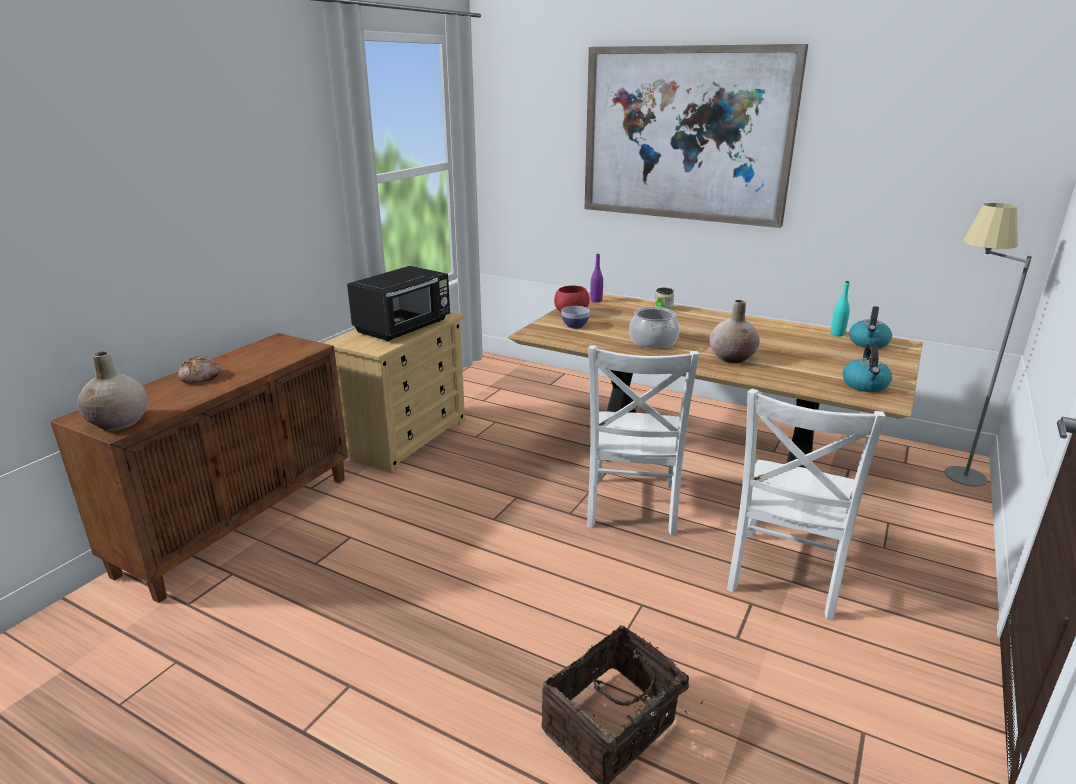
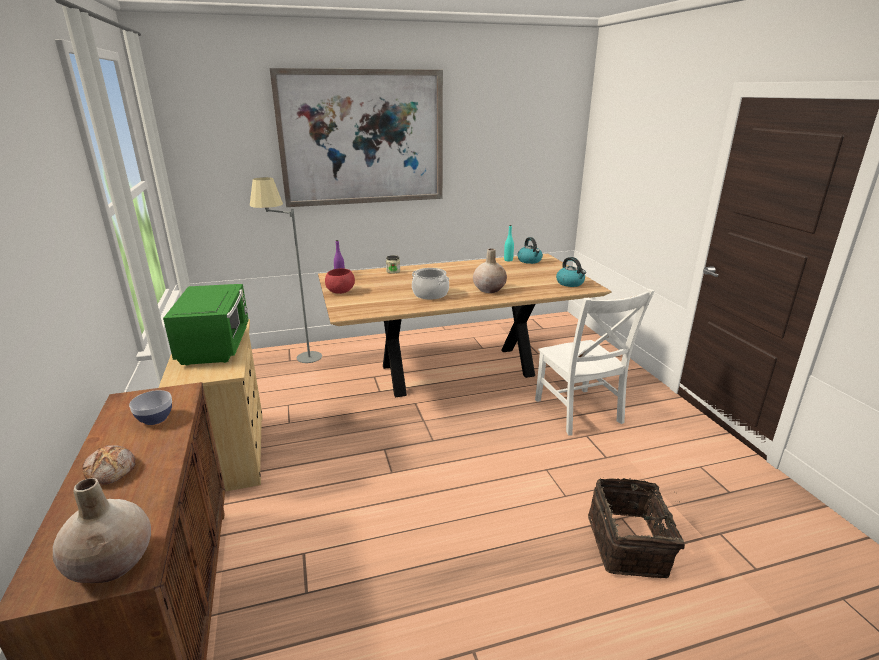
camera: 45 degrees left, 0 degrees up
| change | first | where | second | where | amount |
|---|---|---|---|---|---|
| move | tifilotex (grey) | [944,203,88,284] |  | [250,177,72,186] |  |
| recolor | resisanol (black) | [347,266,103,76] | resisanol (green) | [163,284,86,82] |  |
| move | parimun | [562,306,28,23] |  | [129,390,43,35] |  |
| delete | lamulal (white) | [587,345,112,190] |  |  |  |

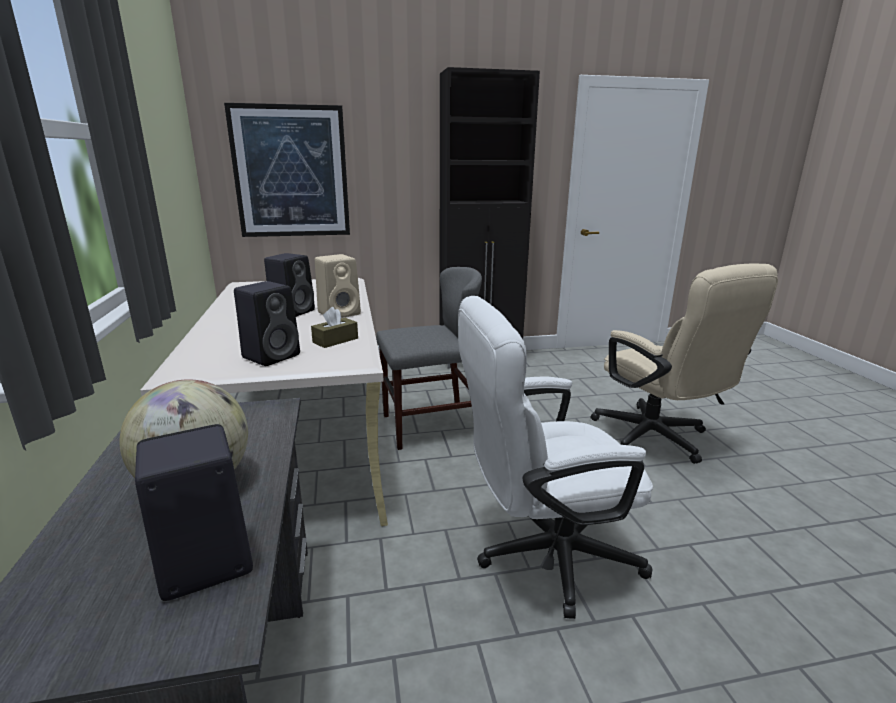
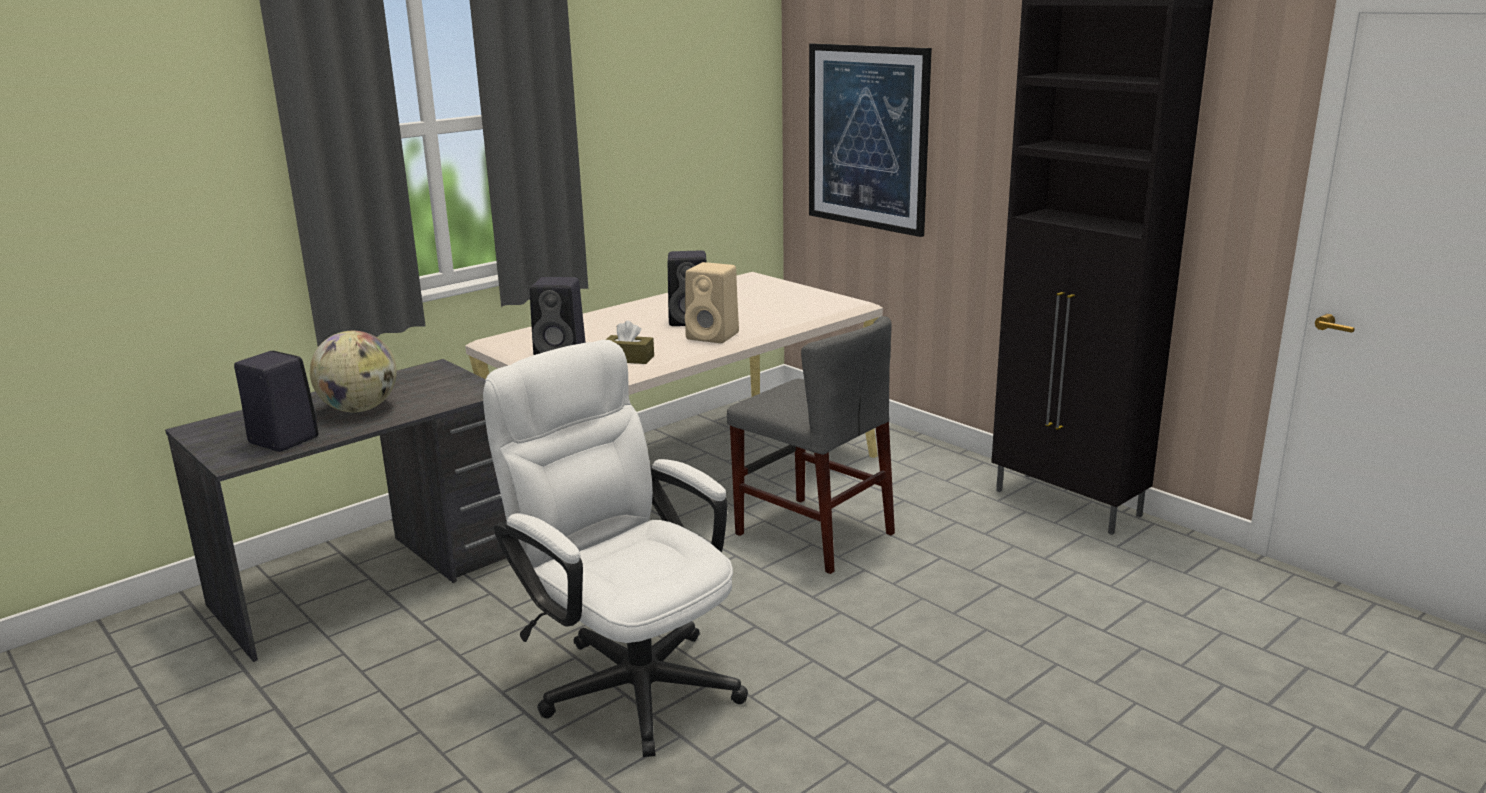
camera: 60 degrees right, 0 degrees up
| change | first | where | second | where | amount |
|---|---|---|---|---|---|
| delete | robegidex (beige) | [591,263,187,201] |  |  |  |

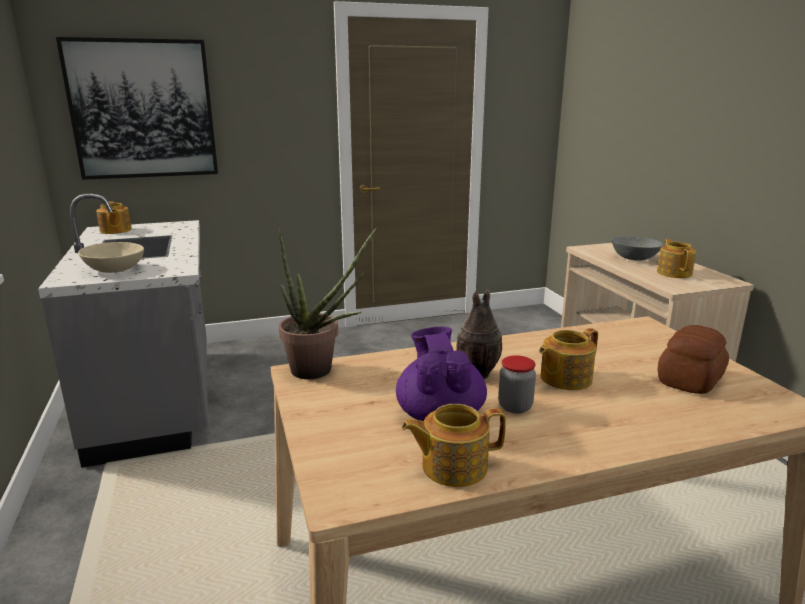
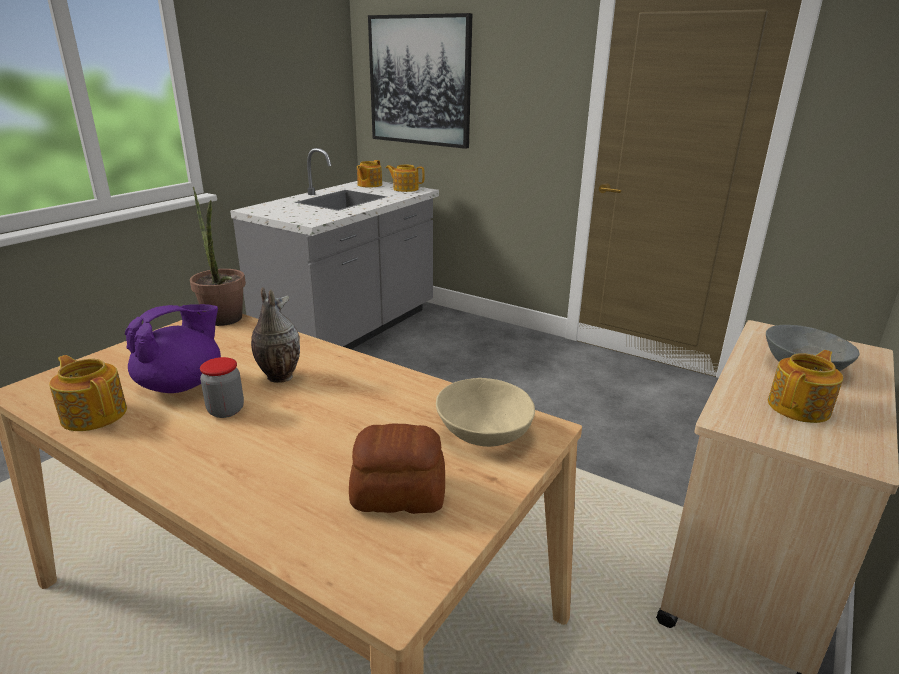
camera: 50 degrees right, 5 degrees up
| change | first | where | second | where | amount |
|---|---|---|---|---|---|
| move | parimun (beige) | [78,242,66,31] |  | [436,378,99,69] |  |
| move | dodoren | [539,328,59,62] |  | [386,165,39,27] |  |

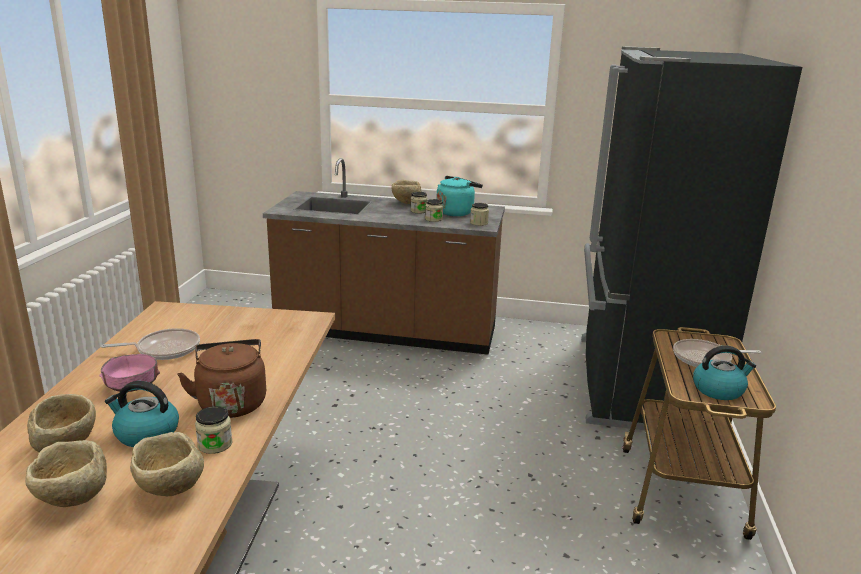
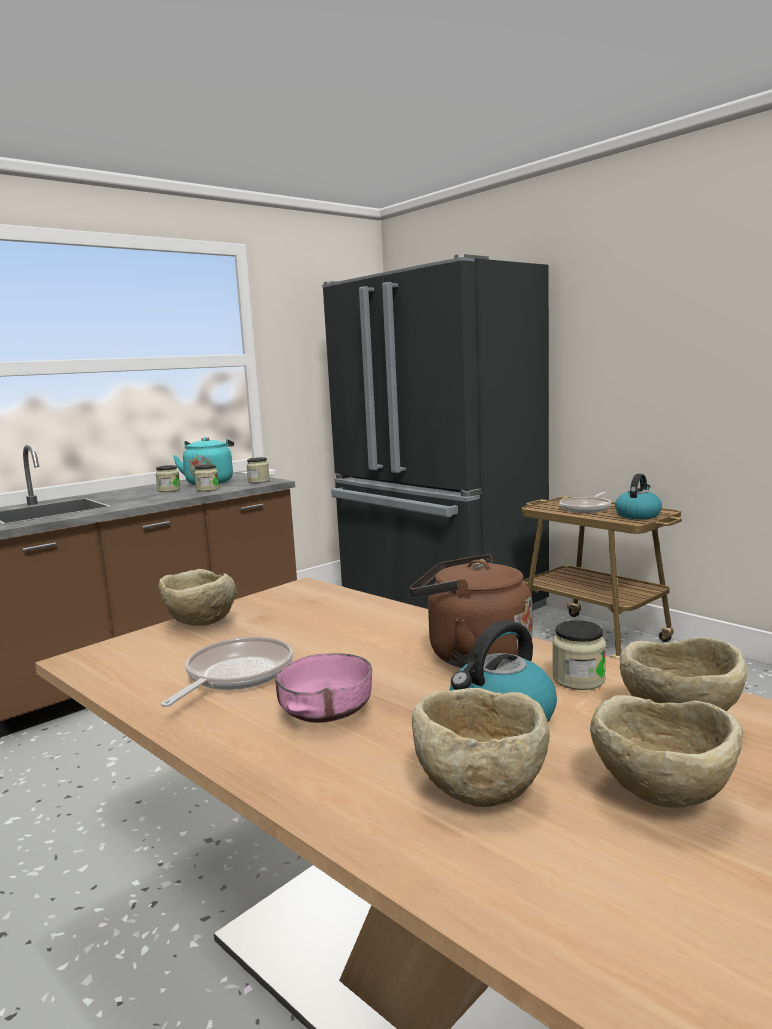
camera: 50 degrees left, 10 degrees down
| change | first | where | second | where | amount |
|---|---|---|---|---|---|
| move | parimun (beige) | [392,180,29,24] |  | [158,569,79,57] |  |

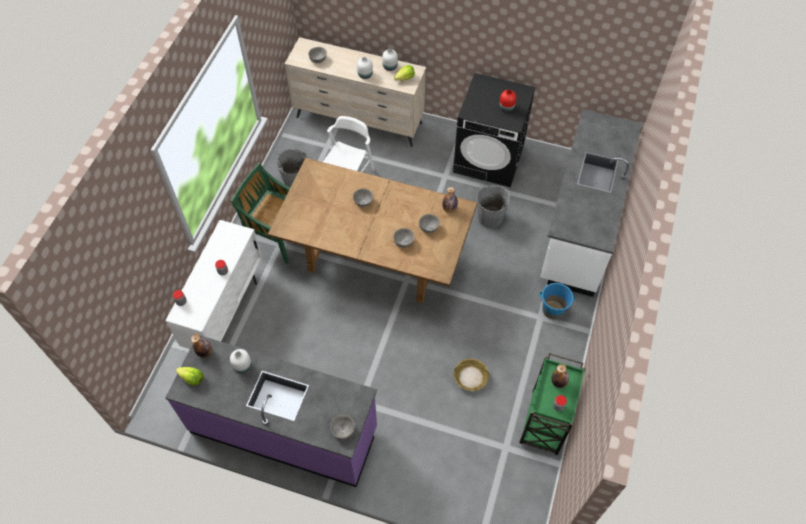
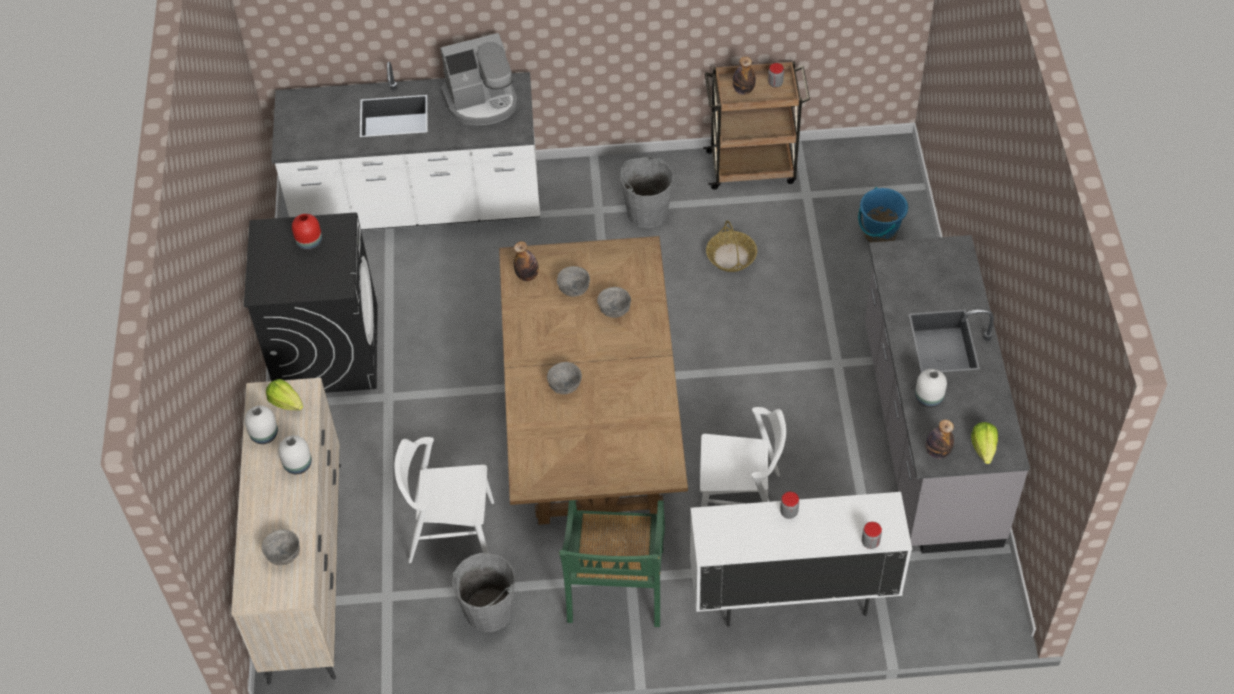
camera: 110 degrees left, 5 degrees down
| change | first | where | second | where | amount |
|---|---|---|---|---|---|
| move | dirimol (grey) | [477,185,33,43] |  | [620,157,54,71] |  |
| move | dirimol (blue) | [539,283,36,36] |  | [858,187,50,56] |  |
| recolor | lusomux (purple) | [165,335,212,152] | lusomux (grey) | [865,235,165,318] |  |
| recolor | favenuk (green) | [519,353,67,102] | favenuk (brown) | [703,61,107,129] |  |
| delete | parimun (grey) | [330,415,25,24] |  |  |  |
| insert |  |  | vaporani | [441,33,77,92] |  |
| insert |  |  | lamulal (white) | [700,407,86,100] |  |

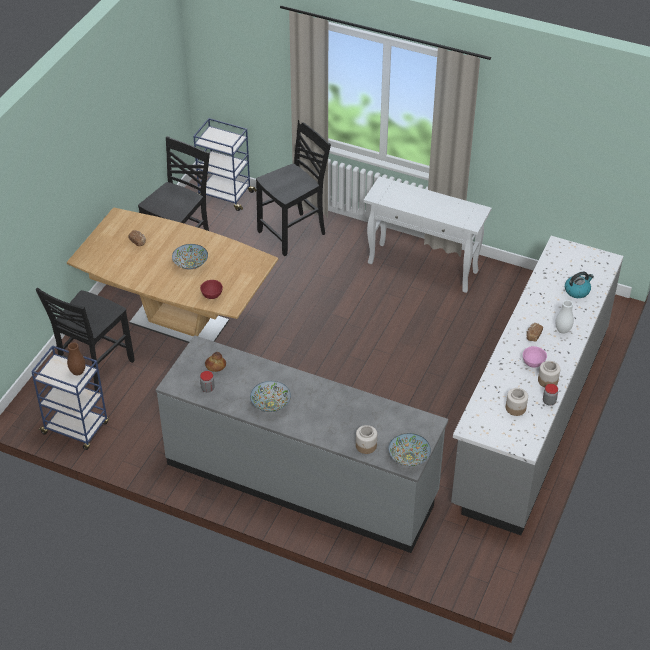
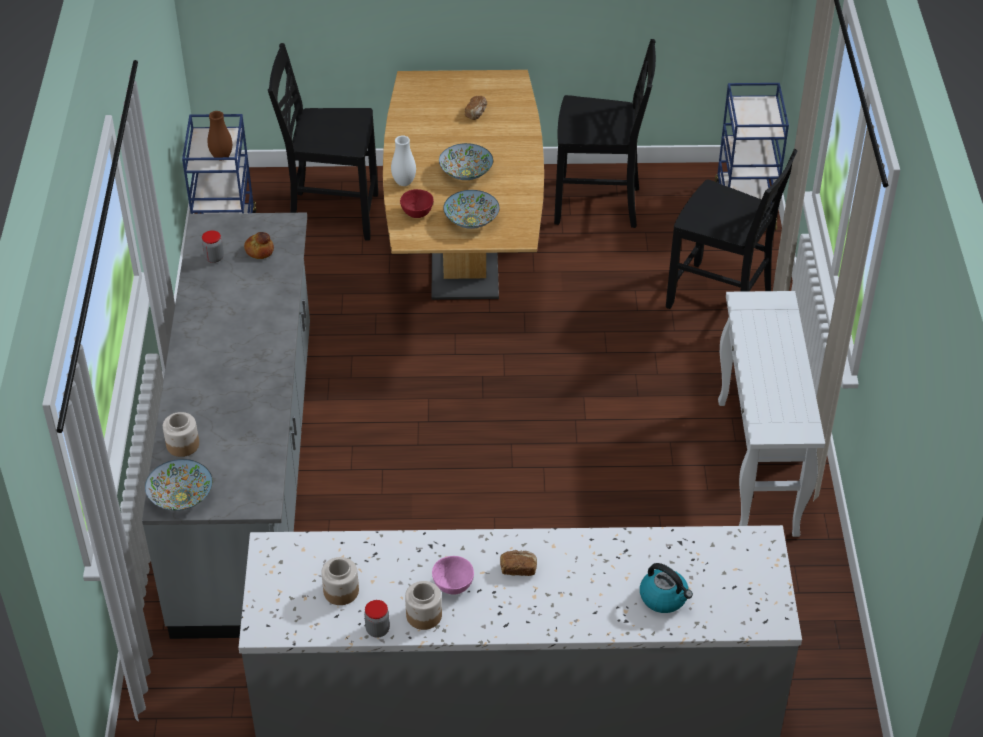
camera: 65 degrees right, 0 degrees up
| change | first | where | second | where | amount |
|---|---|---|---|---|---|
| move | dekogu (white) | [555,300,19,34] |  | [391,135,25,51] |  |
| move | parimun | [250,381,41,31] |  | [443,190,56,39] |  |

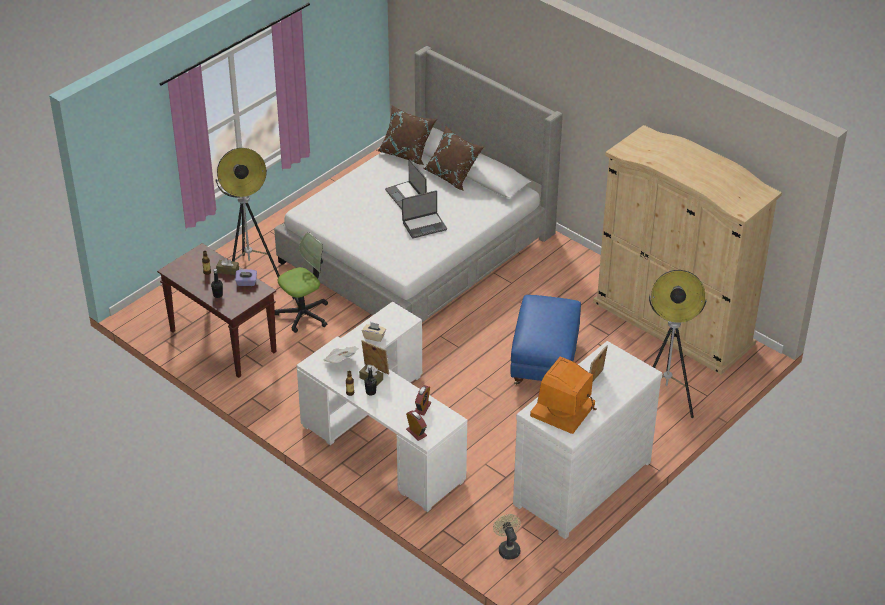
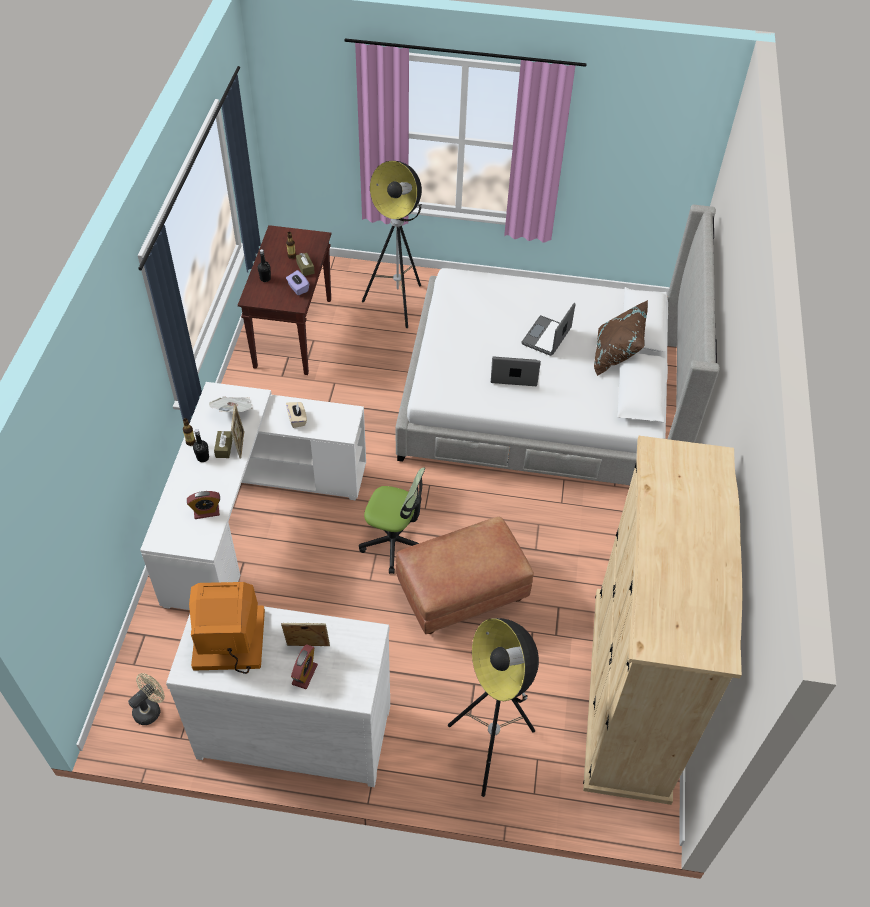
camera: 55 degrees right, 10 degrees up
| change | first | where | second | where | amount |
|---|---|---|---|---|---|
| delete | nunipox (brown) | [377,106,60,59] |  |  |  |
| rotate | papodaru | [402,190,45,48] |  | [491,356,50,30] | 150 degrees clockwise |
| move | robegidex | [275,232,53,101] |  | [359,467,66,107] |  |
| recolor | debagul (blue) | [510,295,71,90] | debagul (brown) | [396,517,138,117] |  |
| move | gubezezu | [406,411,21,30] |  | [291,644,27,45] |  |

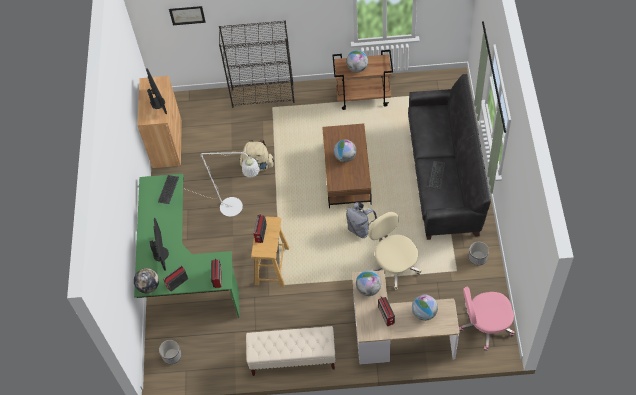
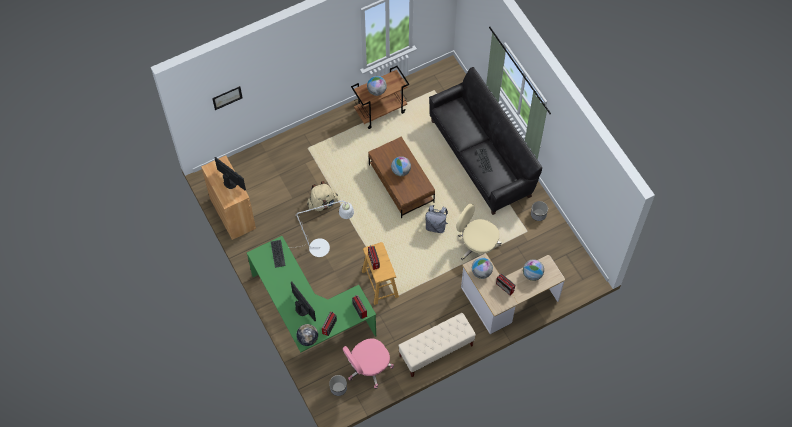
camera: 30 degrees left, 5 degrees up
| change | first | where | second | where | amount |
|---|---|---|---|---|---|
| delete | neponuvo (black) | [219,20,76,88] |  |  |  |
| move | robegidex (pink) | [459,287,56,64] |  | [343,338,51,51] |  |

